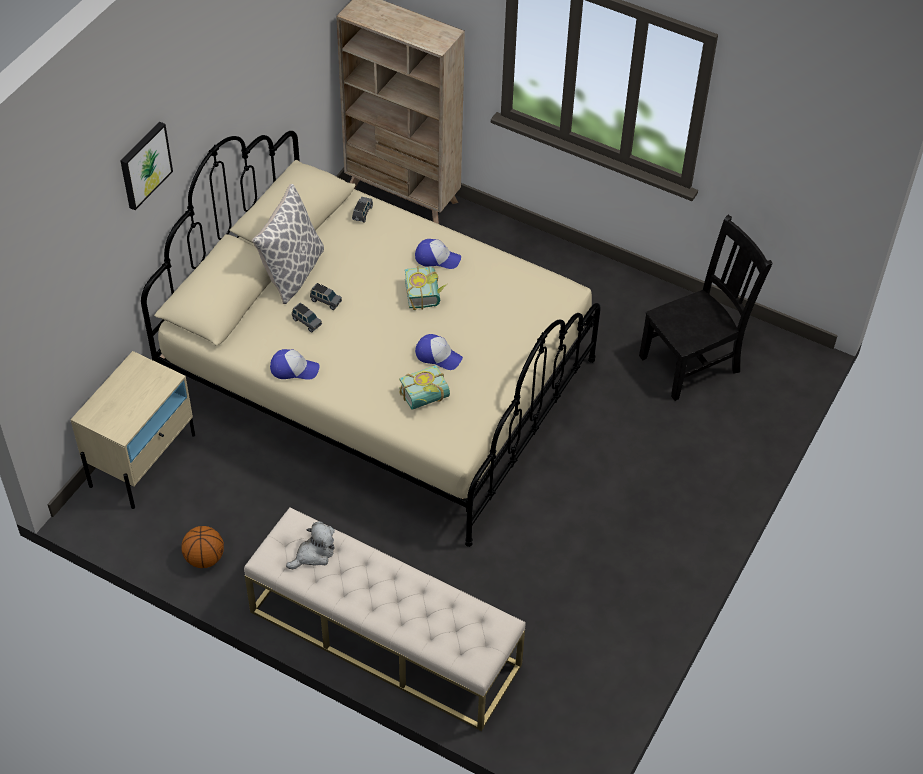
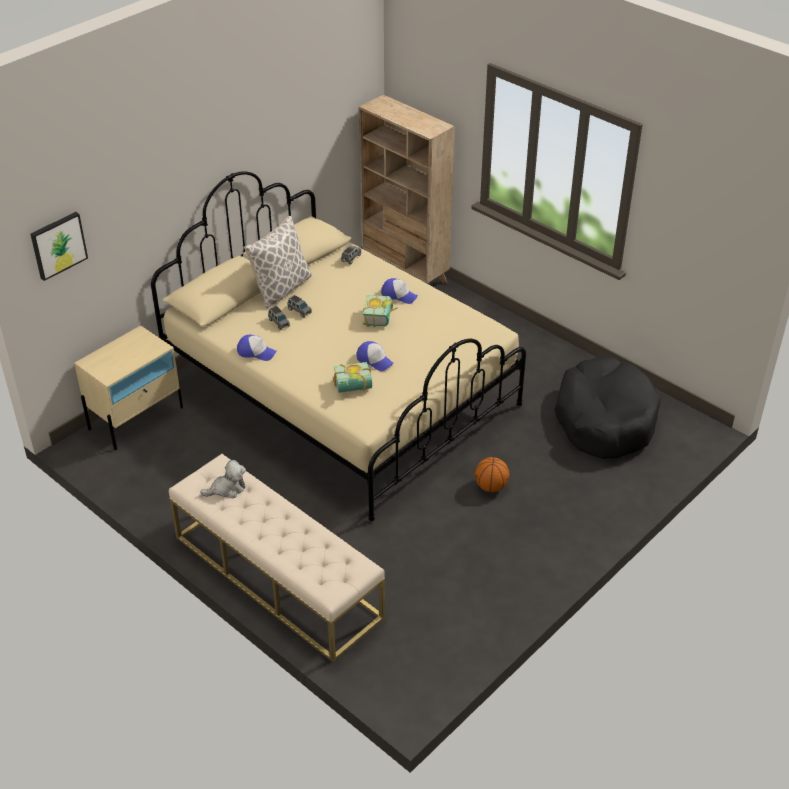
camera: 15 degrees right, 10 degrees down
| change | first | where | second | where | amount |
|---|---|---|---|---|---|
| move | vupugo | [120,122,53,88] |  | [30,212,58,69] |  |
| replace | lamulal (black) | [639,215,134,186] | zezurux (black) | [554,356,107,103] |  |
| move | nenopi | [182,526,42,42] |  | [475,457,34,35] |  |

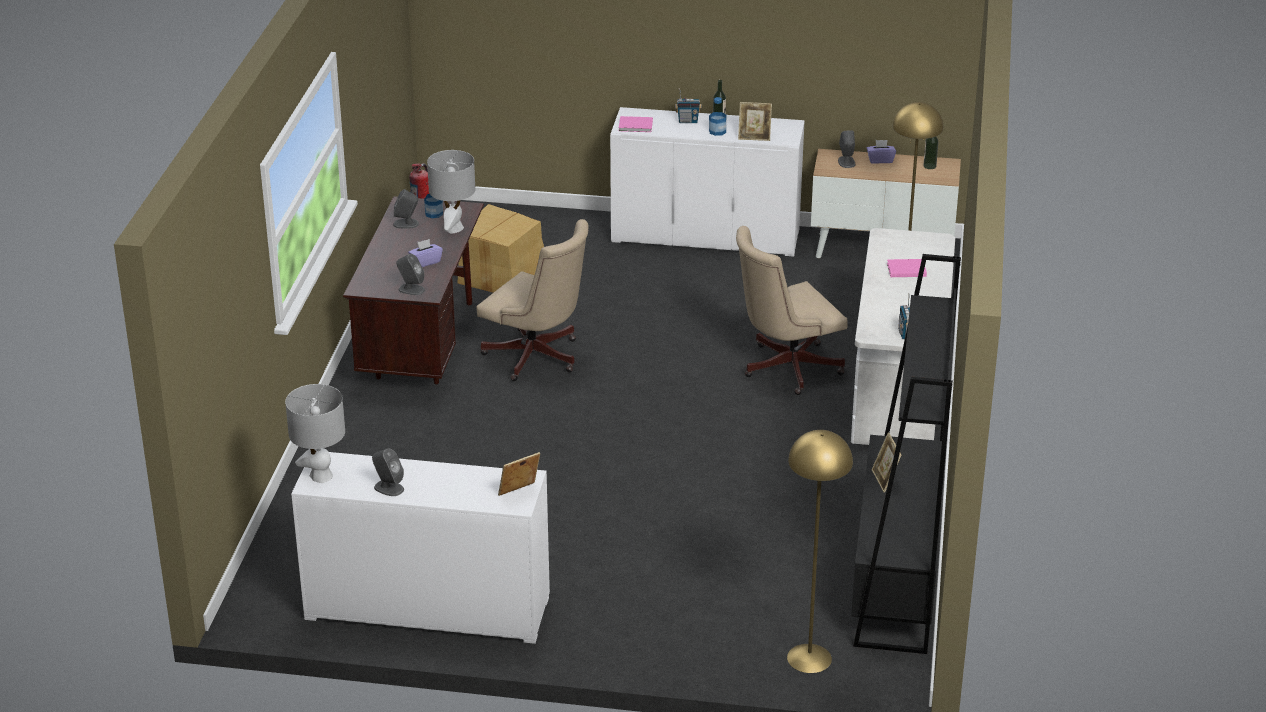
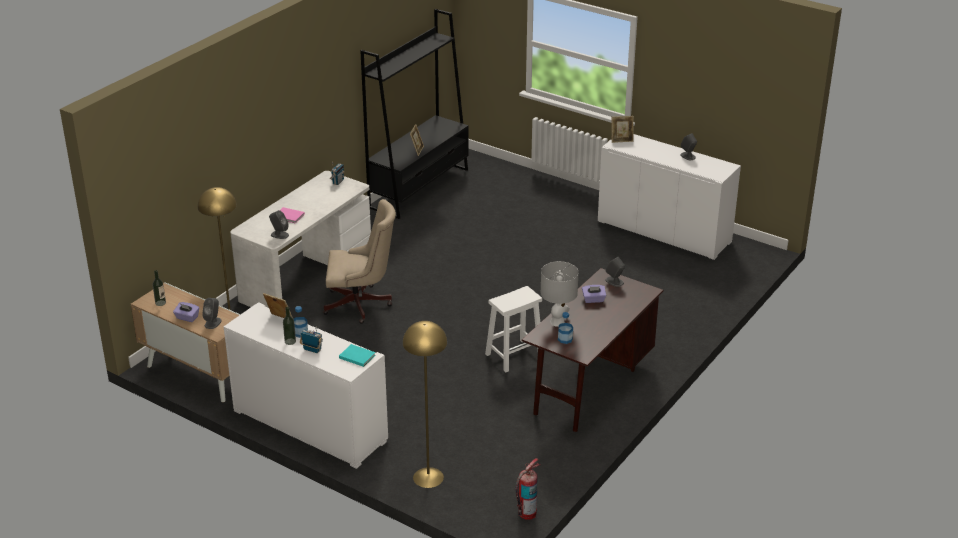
camera: 155 degrees left, 0 degrees up
| change | first | where | second | where | amount |
|---|---|---|---|---|---|
| recolor | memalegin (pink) | [619,116,34,16] | memalegin (turquoise) | [339,344,36,23] |  |
| move | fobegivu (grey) | [393,189,26,40] |  | [269,210,20,29] |  |
| delete | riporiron | [457,204,87,89] |  |  |  |
| replace | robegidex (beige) | [476,219,113,162] | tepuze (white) | [485,286,57,87] |  |
| delete | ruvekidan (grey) | [285,384,60,99] |  |  |  |
| move | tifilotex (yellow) | [787,430,66,243] |  | [403,321,44,167] |  |

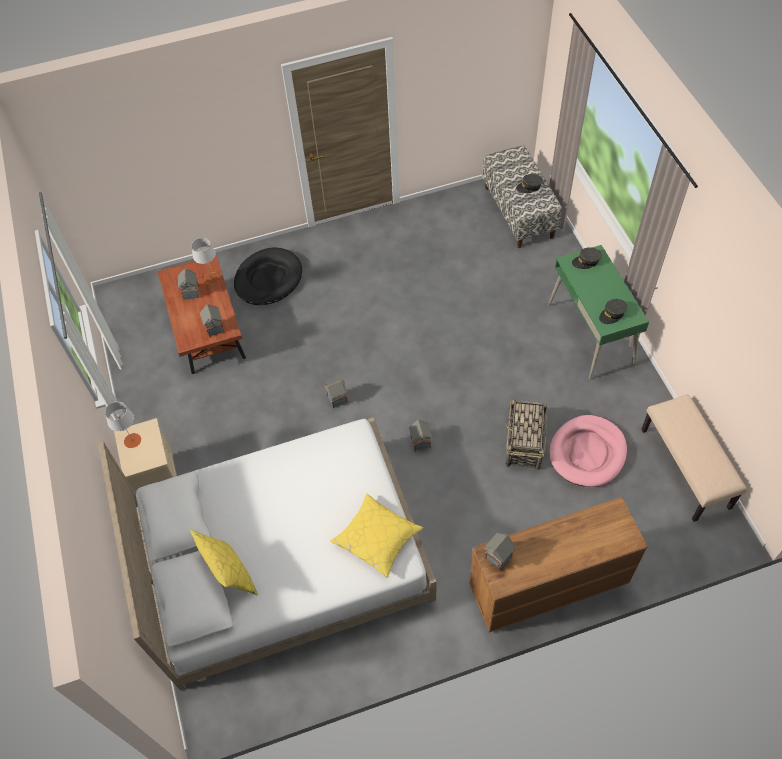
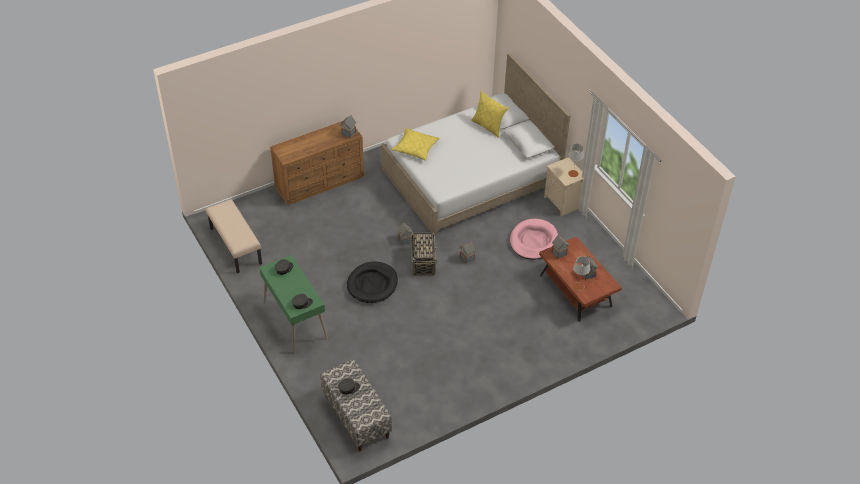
camera: 165 degrees right, 10 degrees down
| change | first | where | second | where | amount |
|---|---|---|---|---|---|
| move | zezurux (black) | [234,247,68,58] |  | [347,261,51,42] |  |
| move | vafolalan | [505,399,42,71] |  | [411,230,27,46] |  |
| move | zezurux (pink) | [549,415,78,72] |  | [510,219,48,41] |  |

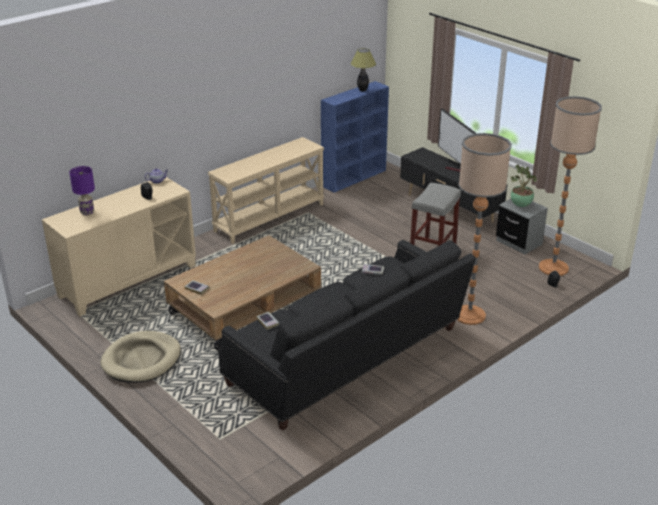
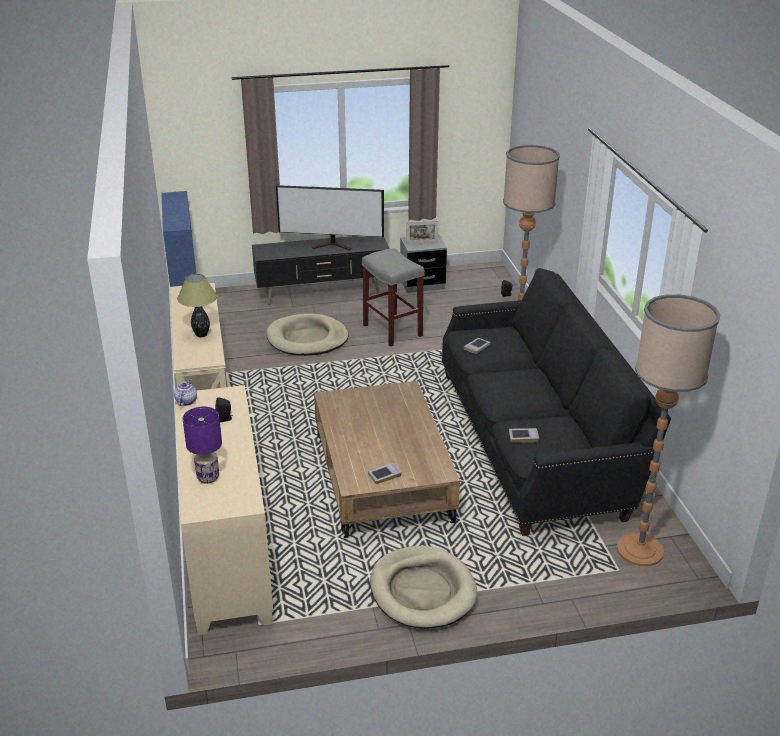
camera: 60 degrees left, 0 degrees up
| change | first | where | second | where | amount |
|---|---|---|---|---|---|
| move | ruvekidan | [351,48,25,43] |  | [177,274,40,64] |  |
| move | tifilotex | [539,96,63,180] |  | [617,294,103,272] |  |
| replace | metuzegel | [511,165,26,42] | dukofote | [406,221,32,23] |  |
| insert |  |  | zezurux (beige) | [267,313,82,43] |  |

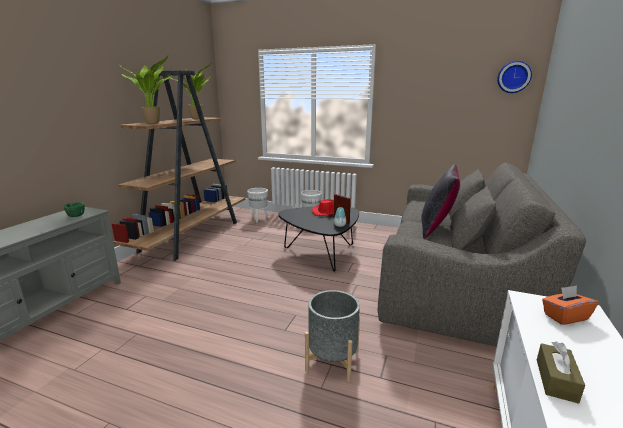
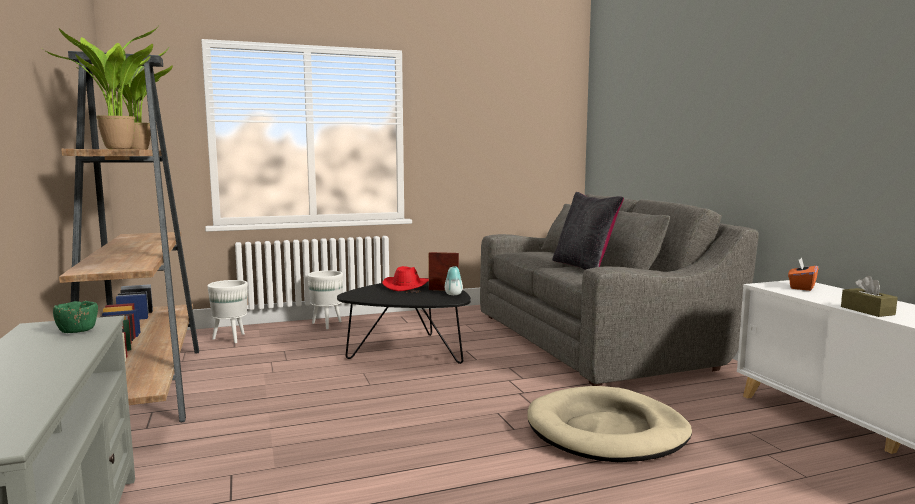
camera: 40 degrees left, 10 degrees down
| change | first | where | second | where | amount |
|---|---|---|---|---|---|
| delete | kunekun | [497,61,35,32] |  |  |  |
| replace | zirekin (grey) | [305,290,55,92] | zezurux (beige) | [528,386,164,76] |  |

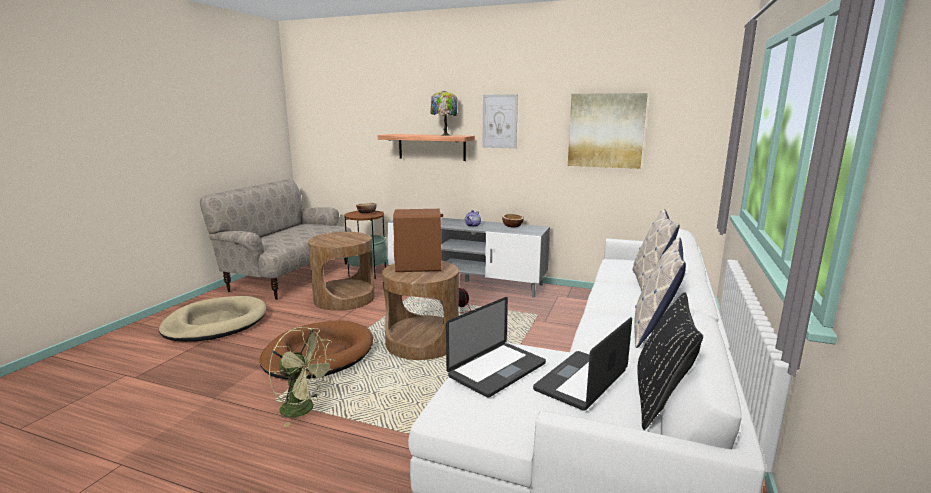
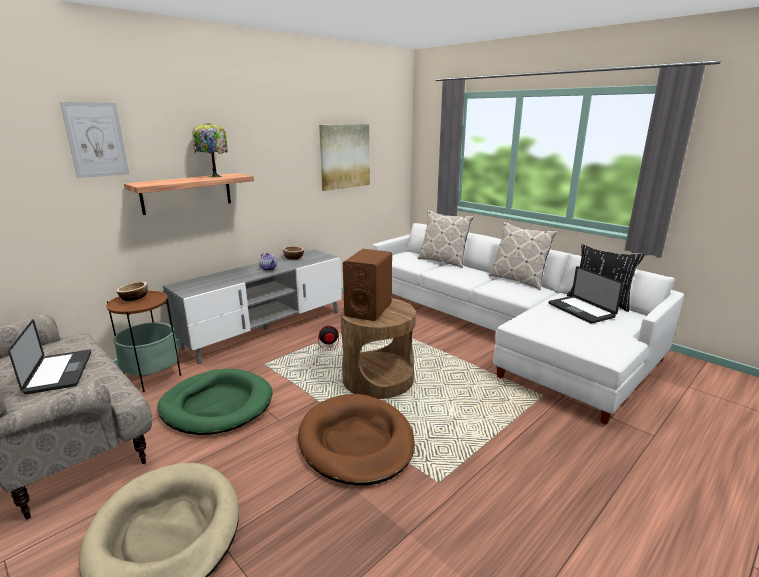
camera: 65 degrees left, 5 degrees up
| change | first | where | second | where | amount |
|---|---|---|---|---|---|
| move | vupugo | [482,94,36,55] |  | [60,102,69,76] |  |
| replace | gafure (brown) | [308,232,67,79] | zezurux (green) | [157,369,115,66] |  |
| move | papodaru | [446,297,100,101] |  | [8,319,83,75] |  |
| delete | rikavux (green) | [268,327,67,100] |  |  |  |

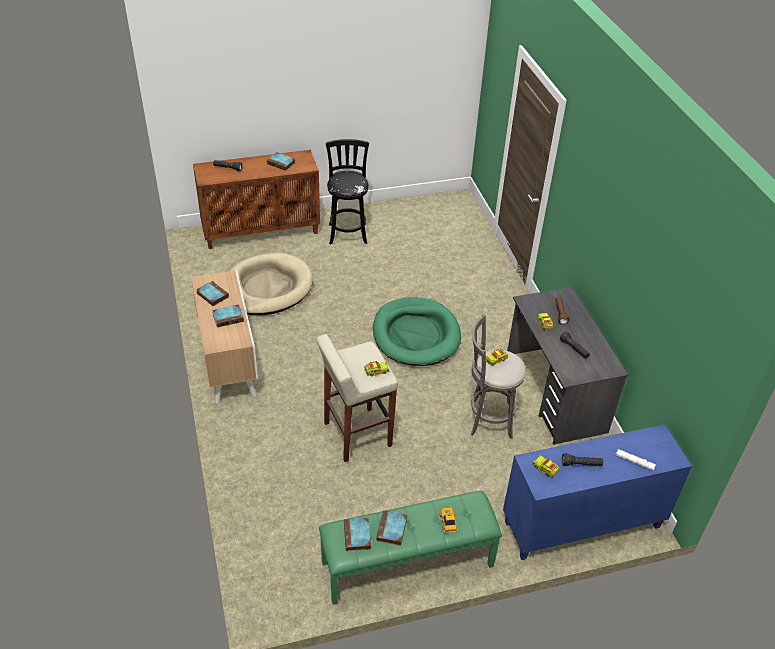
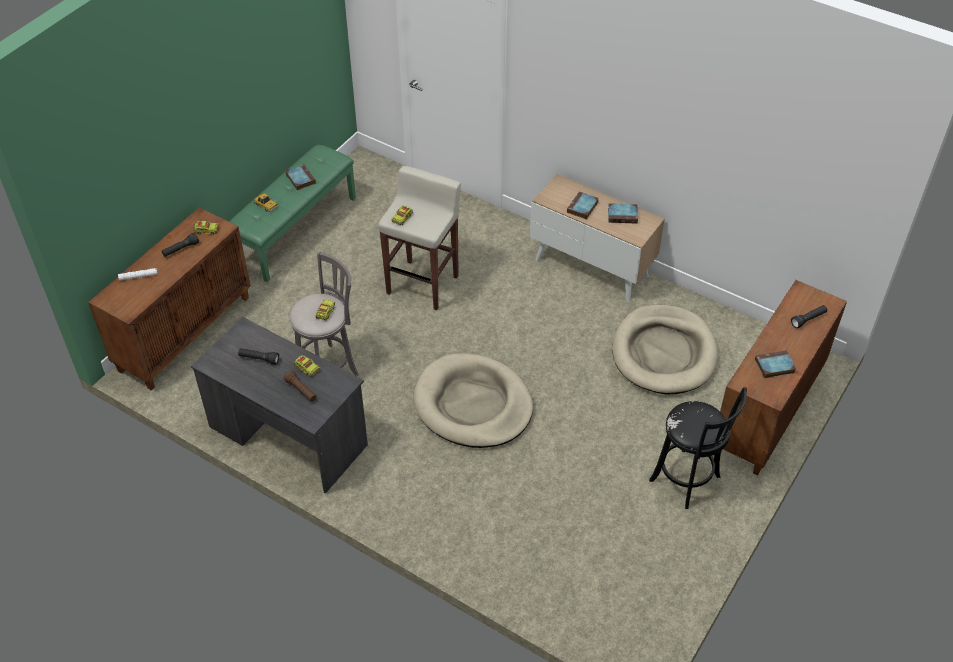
camera: 140 degrees right, 5 degrees up
| change | first | where | second | where | amount |
|---|---|---|---|---|---|
| recolor | zezurux (green) | [373,297,88,69] | zezurux (beige) | [414,353,119,95] |  |
| recolor | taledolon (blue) | [503,424,189,136] | taledolon (brown) | [88,207,163,184] |  |
| delete | memalegin | [344,518,27,33] |  |  |  |

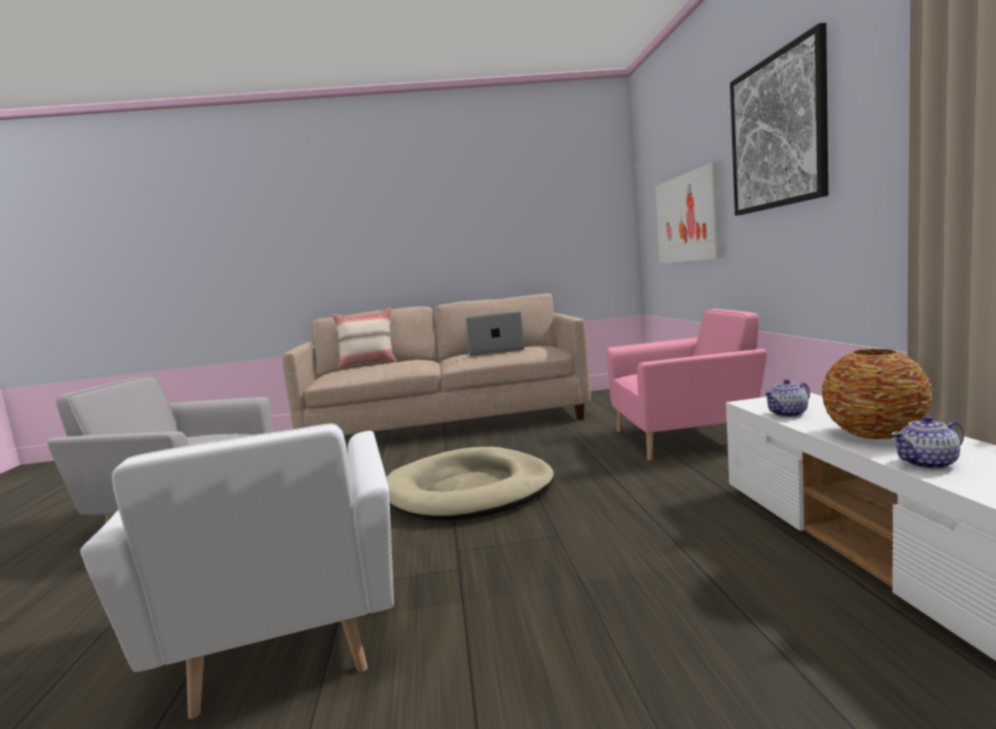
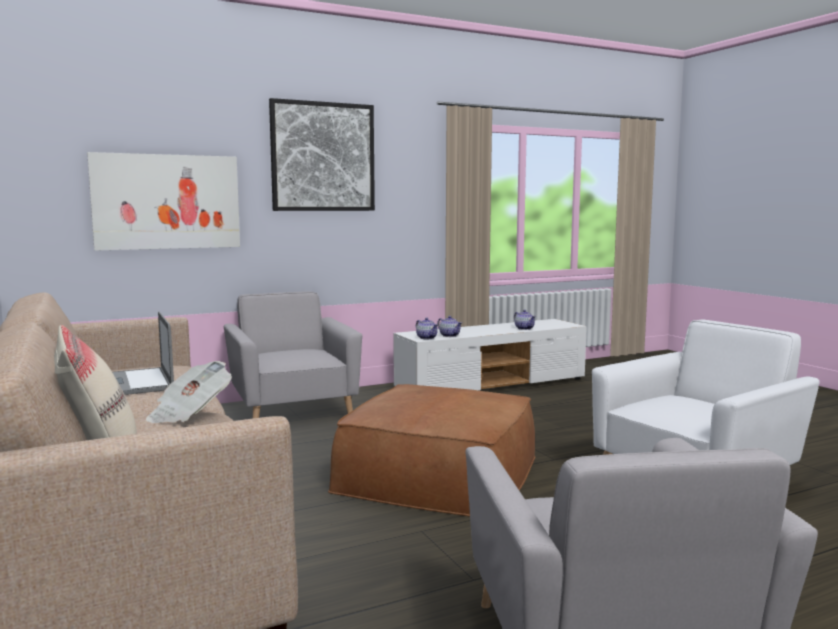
camera: 110 degrees left, 0 degrees up
| change | first | where | second | where | amount |
|---|---|---|---|---|---|
| recolor | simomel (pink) | [606,309,161,151] | simomel (grey) | [224,291,138,127] |  |
| delete | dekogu | [822,349,110,91] |  |  |  |
| replace | zezurux (beige) | [386,447,168,74] | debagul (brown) | [328,384,208,132] |  |
| insert |  |  | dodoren | [416,318,22,21] |  |
| insert |  |  | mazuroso | [146,361,86,62] |  |

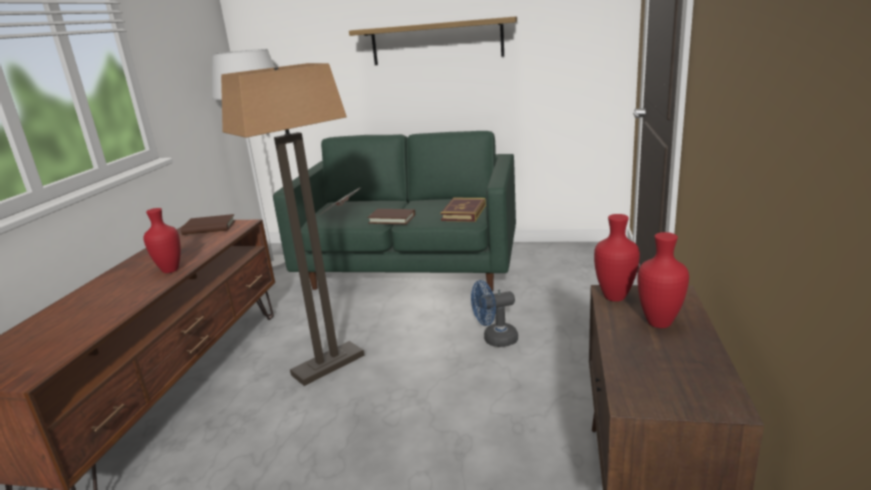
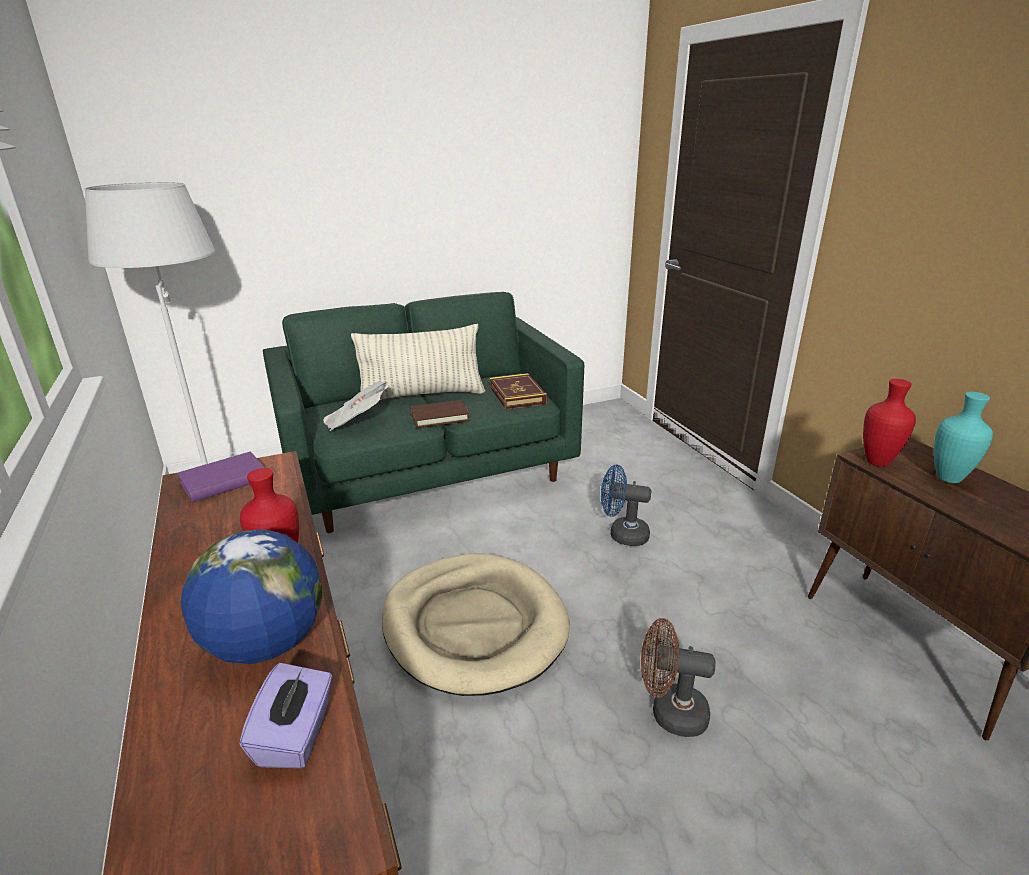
camera: 35 degrees left, 5 degrees up
| change | first | where | second | where | amount |
|---|---|---|---|---|---|
| delete | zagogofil | [349,16,168,49] |  |  |  |
| replace | tifilotex | [221,63,143,323] | zezurux (beige) | [382,554,188,142] |  |
| recolor | memalegin (brown) | [181,214,55,21] | memalegin (purple) | [177,451,88,52] |  |
| recolor | dekogu (red) | [637,232,52,96] | dekogu (turquoise) | [934,392,59,91] |  |
| rotate | rikavux (blue) | [471,280,47,67] |  | [601,465,51,81] | 60 degrees clockwise |
| insert |  |  | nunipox | [351,324,134,76] |  |
| insert |  |  | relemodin | [181,529,141,135] |  |
| insert |  |  | rikavux (brown) | [641,618,75,119] |  |
| insert |  |  | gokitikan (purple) | [239,663,93,105] |  |

